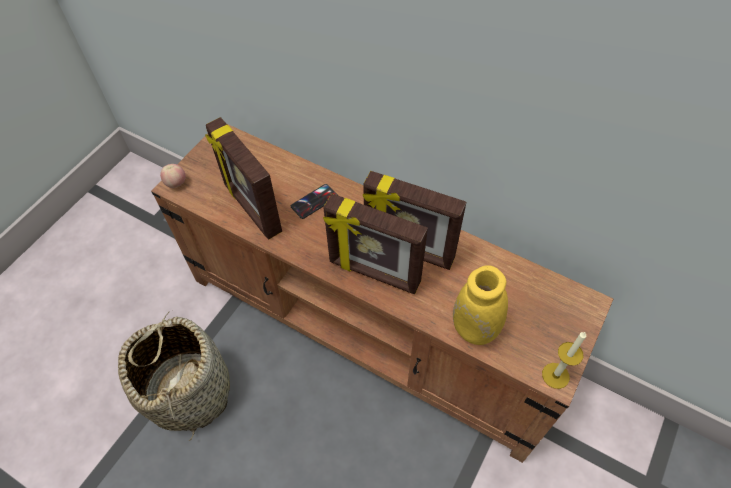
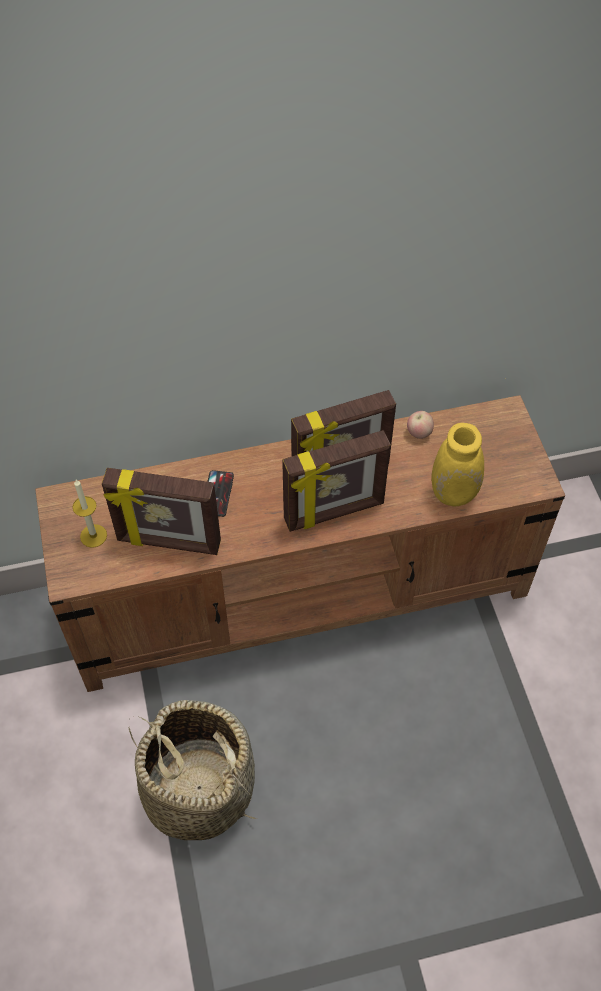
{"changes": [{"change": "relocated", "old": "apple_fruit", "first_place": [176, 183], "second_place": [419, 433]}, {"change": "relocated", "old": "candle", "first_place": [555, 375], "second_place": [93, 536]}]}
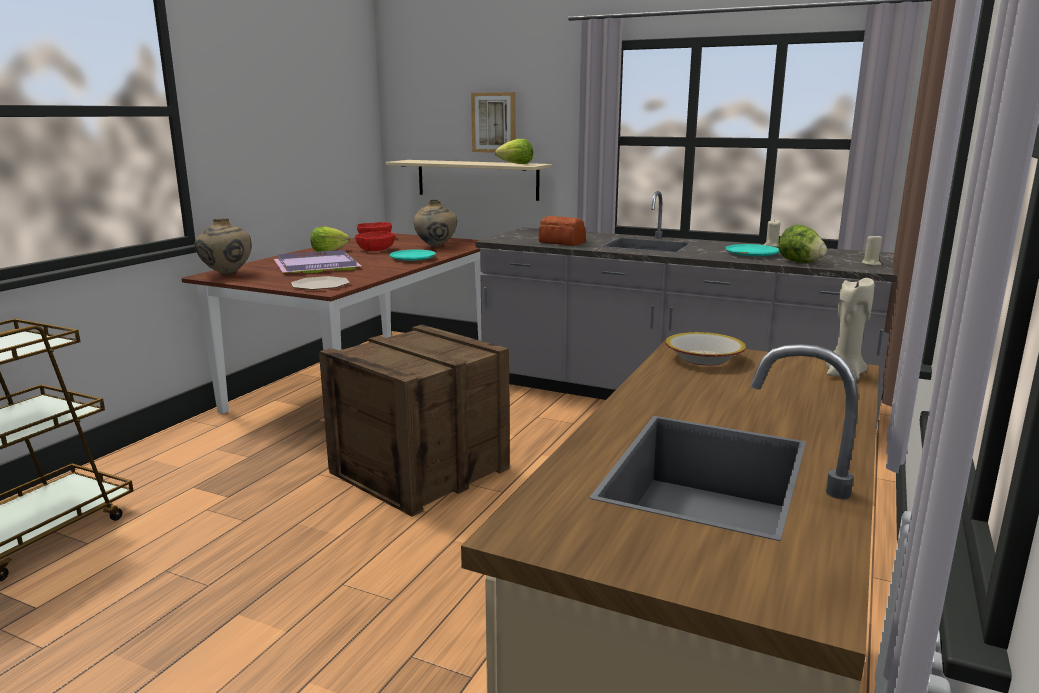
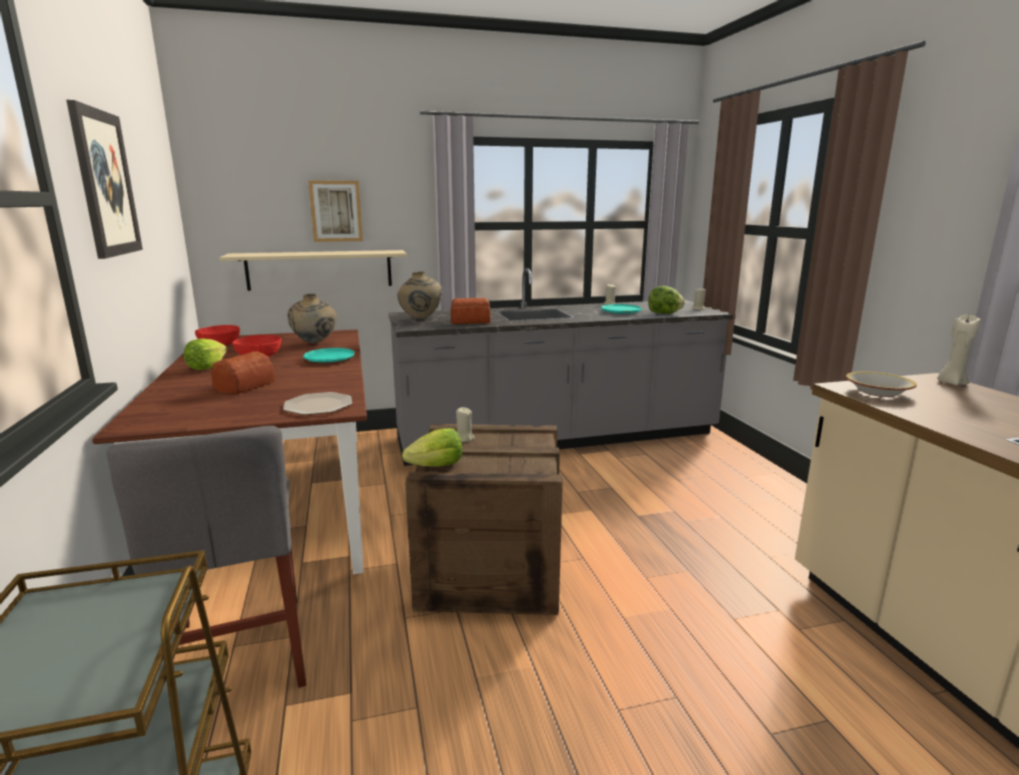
{"changes": [{"change": "relocated", "old": "head_of_lettuce", "first_place": [516, 163], "second_place": [437, 466]}, {"change": "relocated", "old": "beige-coloured_decorative_vase", "first_place": [226, 274], "second_place": [420, 319]}, {"change": "exchanged", "old": "purple_tray", "new": "bakery_bread", "first_place": [315, 266], "second_place": [243, 386]}, {"change": "appeared", "new": "wall_picture", "second_place": [105, 183]}, {"change": "appeared", "new": "beige-coloured_candle", "second_place": [464, 438]}, {"change": "appeared", "new": "gray_chair", "second_place": [239, 653]}]}
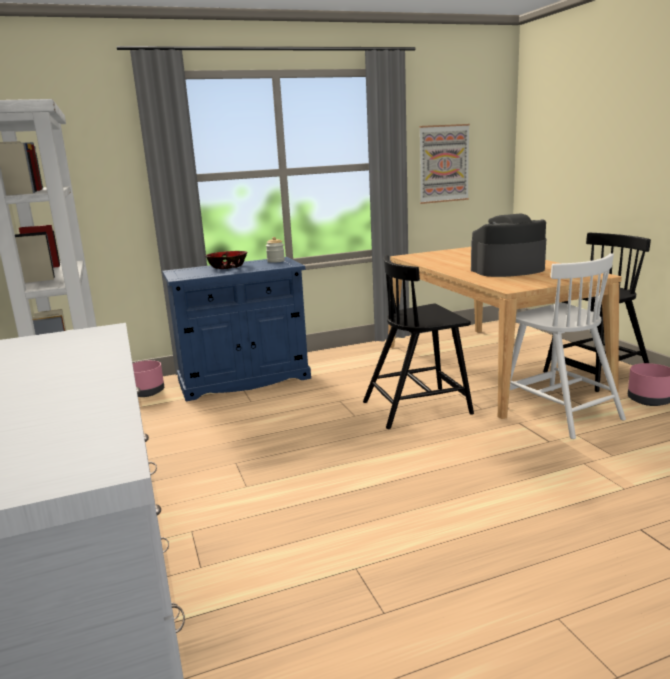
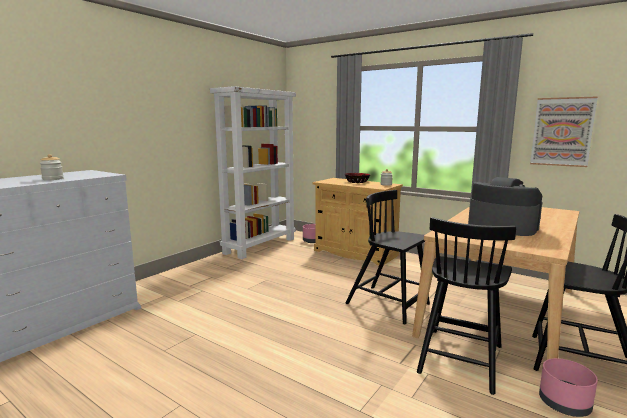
{"changes": [{"change": "colour", "old": "white-coloured_chair", "new": "black_chair", "first_place": [558, 411], "second_place": [460, 357]}, {"change": "colour", "old": "bluish_storage_cabinet", "new": "beige-coloured_storage_cabinet", "first_place": [244, 380], "second_place": [355, 253]}, {"change": "appeared", "new": "preserve_jar", "second_place": [53, 179]}]}
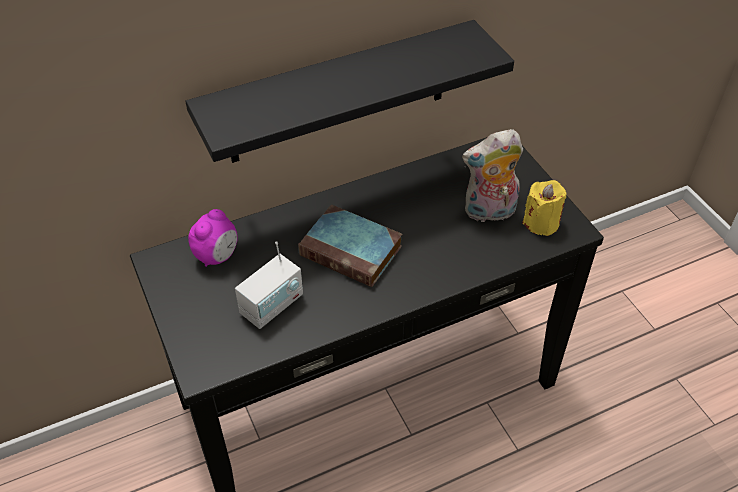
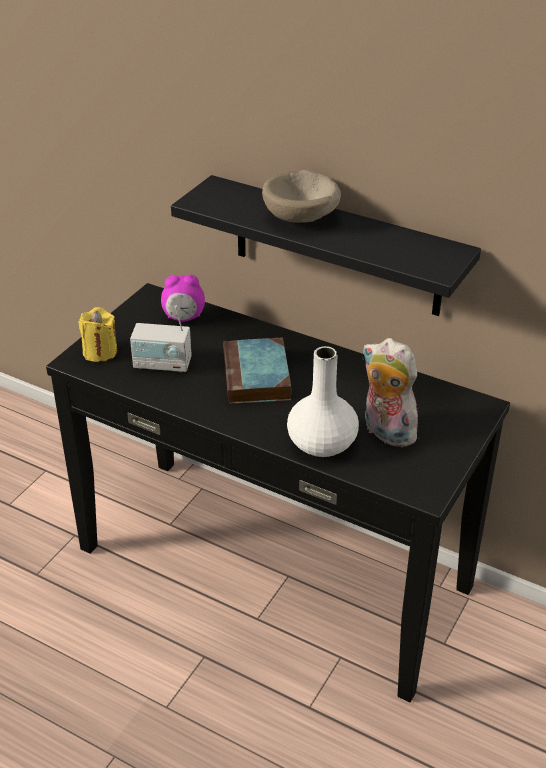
{"changes": [{"change": "relocated", "old": "yellow_candle", "first_place": [541, 222], "second_place": [100, 352]}, {"change": "appeared", "new": "beige-coloured_deep_dish", "second_place": [302, 219]}, {"change": "appeared", "new": "white-coloured_decorative_vase", "second_place": [321, 444]}]}
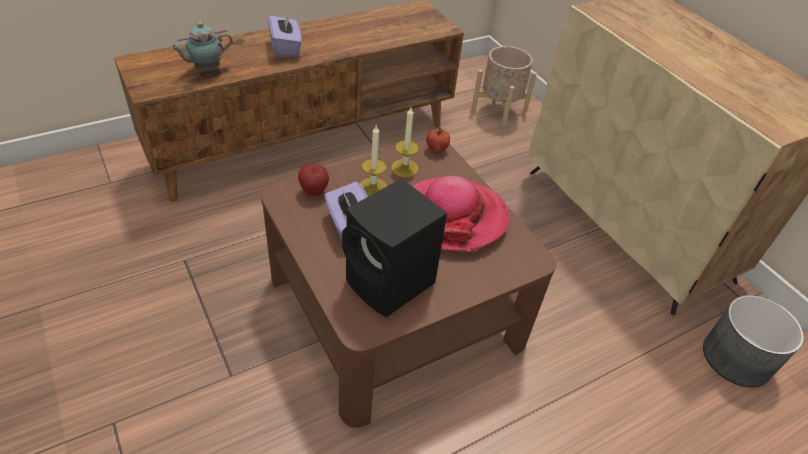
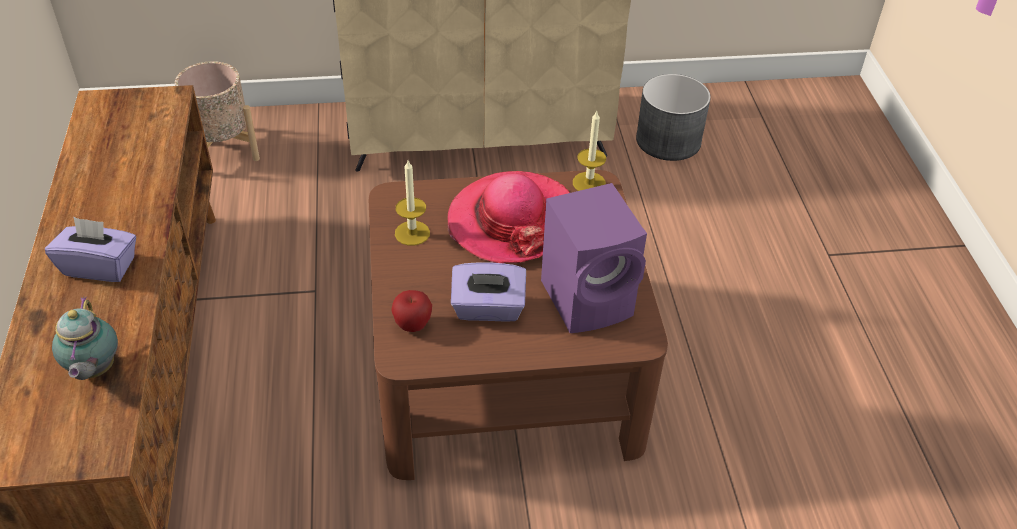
{"changes": [{"change": "relocated", "old": "candle", "first_place": [373, 187], "second_place": [589, 183]}, {"change": "missing", "old": "apple_fruit", "first_place": [436, 149]}, {"change": "colour", "old": "black_speaker", "new": "purple_speaker", "first_place": [391, 284], "second_place": [590, 299]}]}
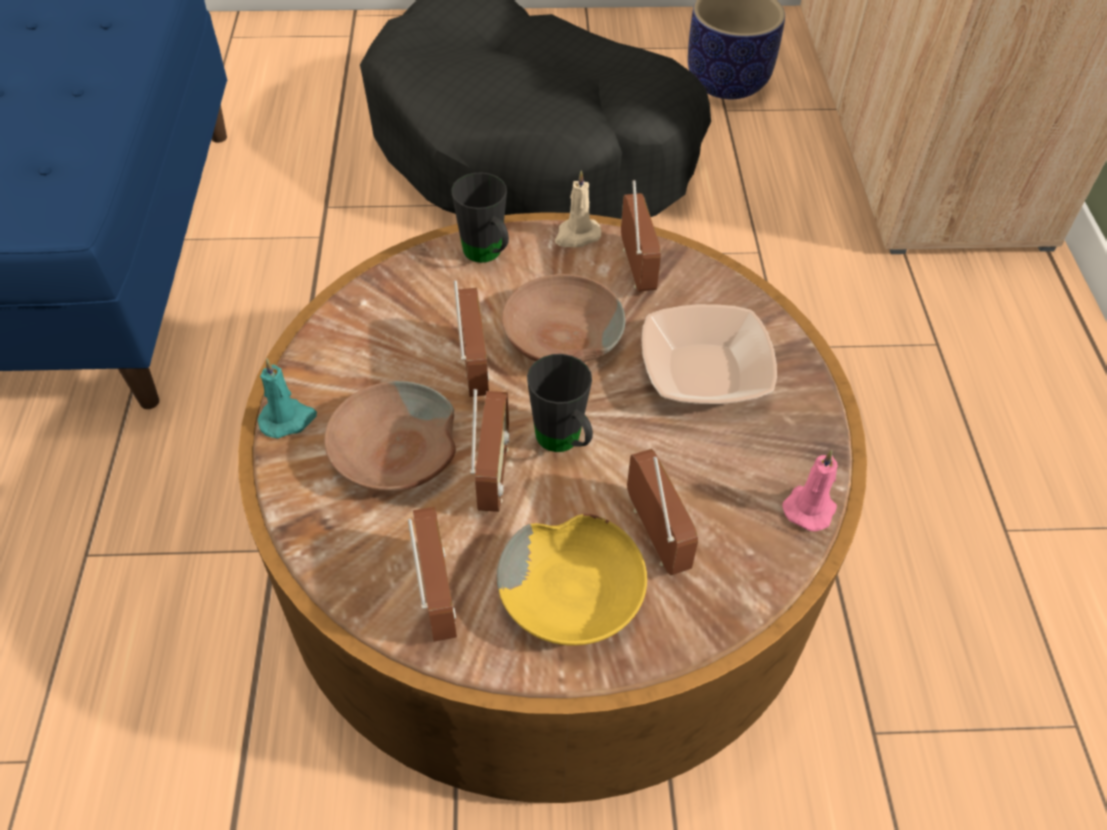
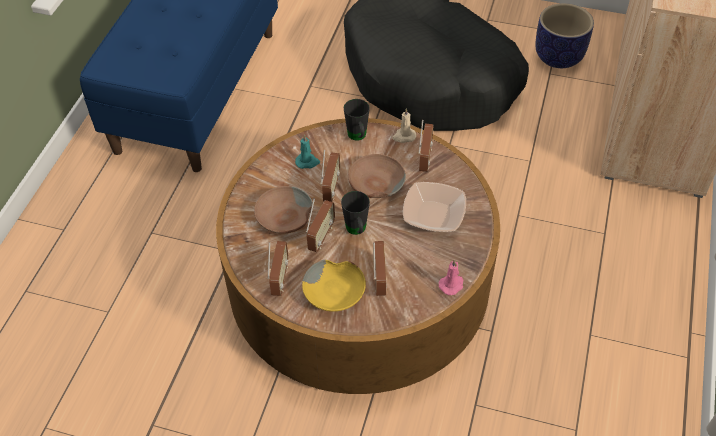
{"changes": [{"change": "relocated", "old": "turquoise-coloured_candle", "first_place": [288, 419], "second_place": [307, 162]}]}
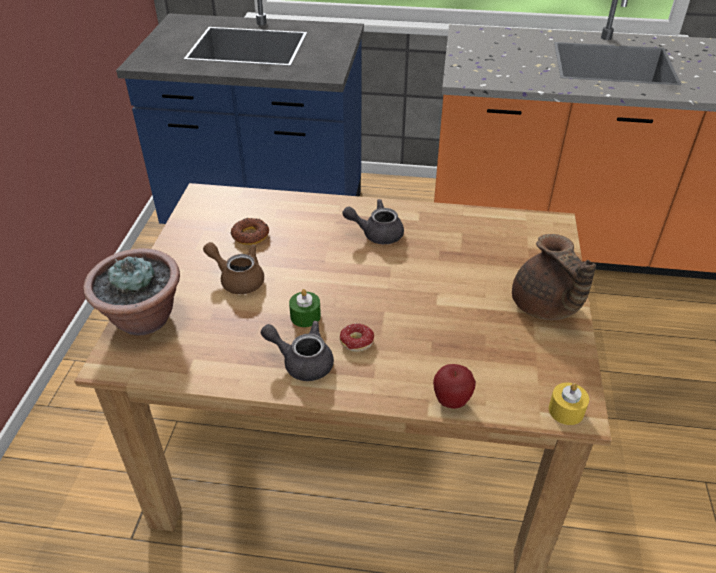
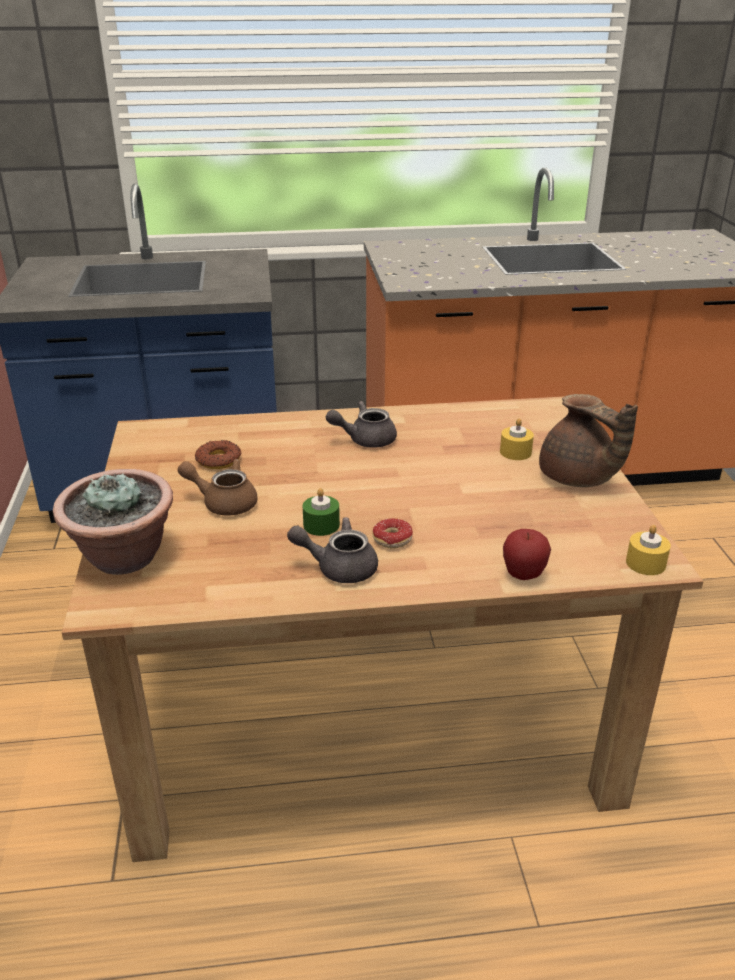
{"changes": [{"change": "appeared", "new": "yellow_candle", "second_place": [515, 452]}]}
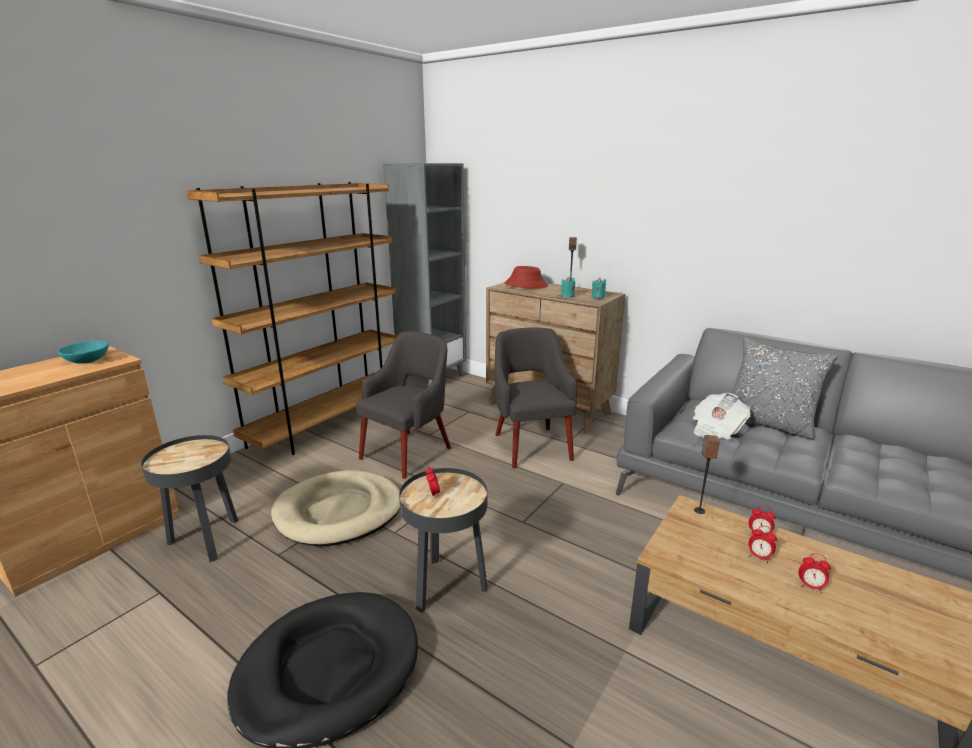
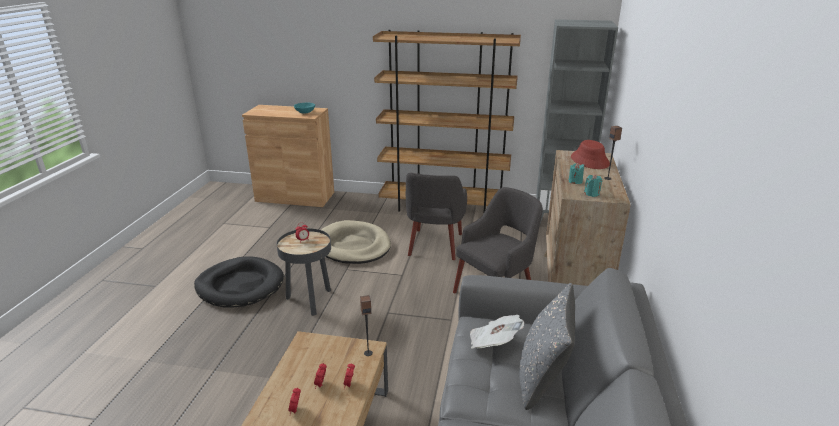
{"changes": [{"change": "spun", "old": "gray_armchair", "first_place": [407, 452], "second_place": [435, 245], "degrees": 90}, {"change": "missing", "old": "black_accent_table", "first_place": [207, 540]}]}
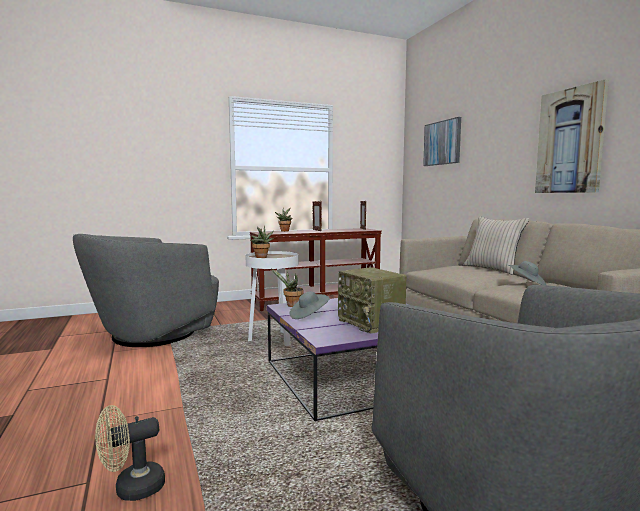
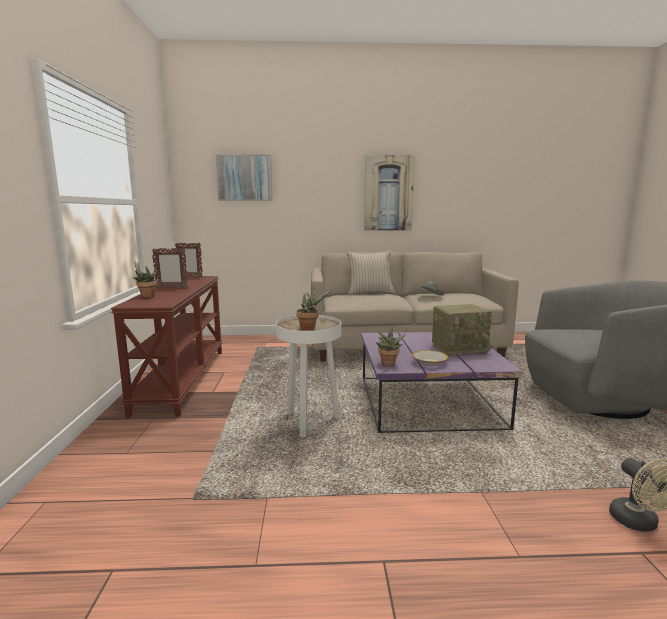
{"changes": [{"change": "missing", "old": "gray_armchair", "first_place": [152, 334]}, {"change": "exchanged", "old": "gray_wearable_hat", "new": "deep_dish", "first_place": [309, 315], "second_place": [429, 363]}]}
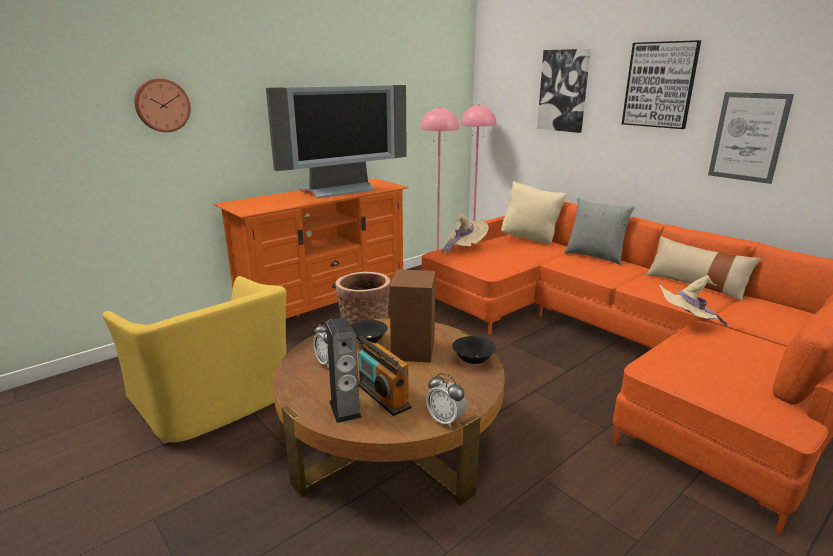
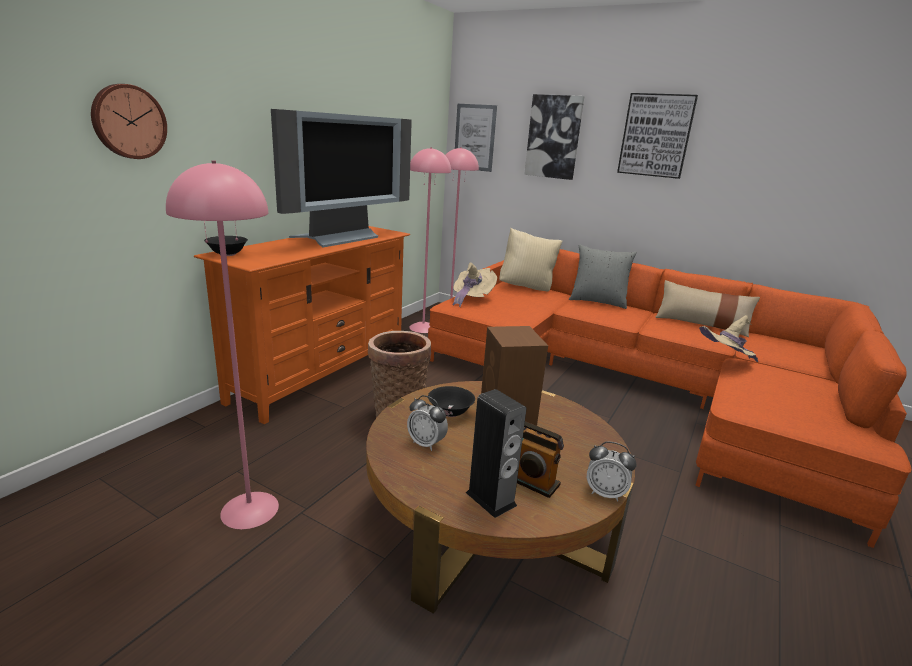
{"changes": [{"change": "relocated", "old": "wall_picture", "first_place": [748, 137], "second_place": [474, 137]}, {"change": "exchanged", "old": "yellow_armchair", "new": "pink_floor_lamp", "first_place": [215, 401], "second_place": [249, 510]}, {"change": "relocated", "old": "black_deep_dish", "first_place": [473, 360], "second_place": [227, 254]}]}
